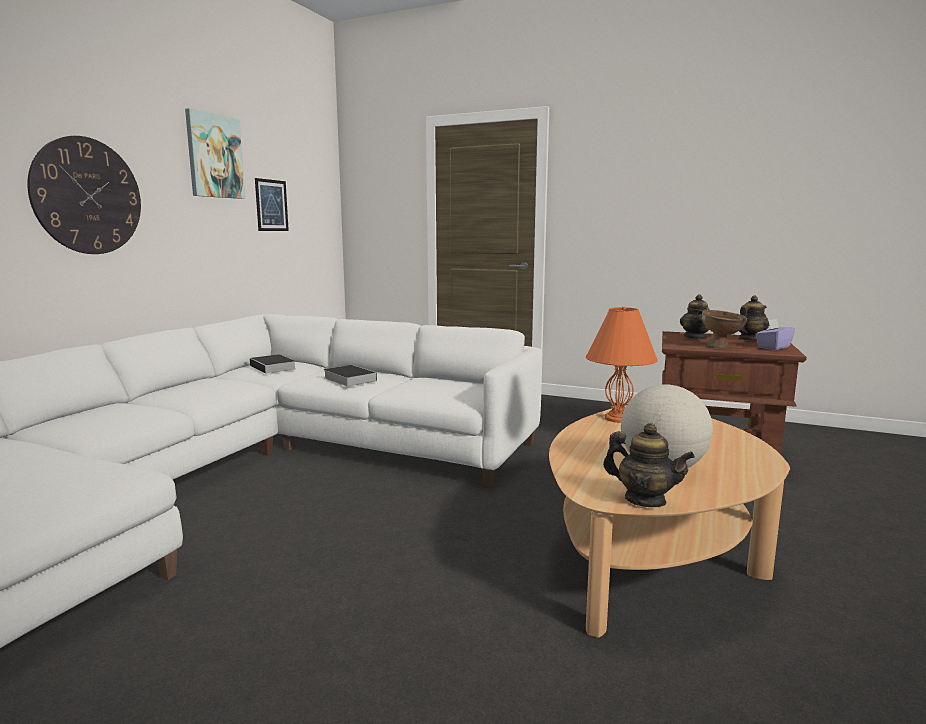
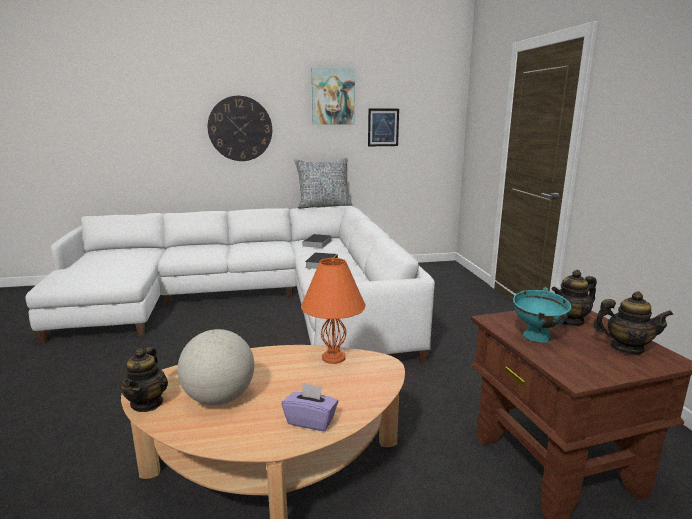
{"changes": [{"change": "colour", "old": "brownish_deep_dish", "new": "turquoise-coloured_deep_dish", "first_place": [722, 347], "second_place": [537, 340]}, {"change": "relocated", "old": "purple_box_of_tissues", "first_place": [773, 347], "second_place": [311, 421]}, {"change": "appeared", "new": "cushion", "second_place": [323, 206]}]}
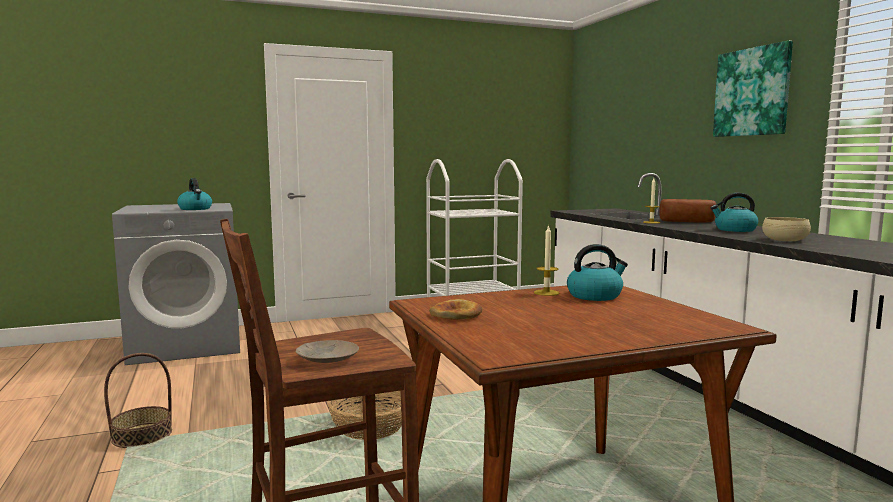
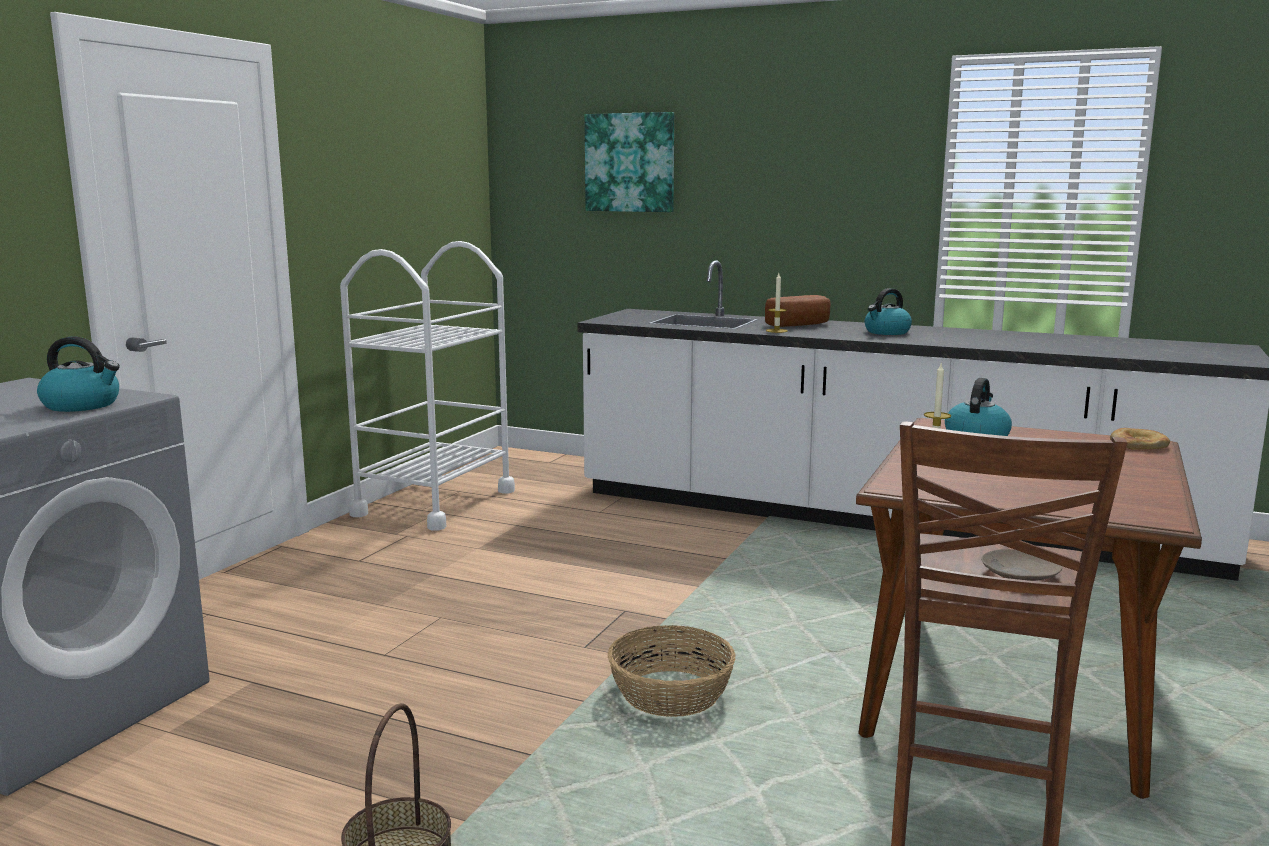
{"changes": [{"change": "relocated", "old": "wall_picture", "first_place": [752, 92], "second_place": [630, 162]}, {"change": "missing", "old": "beige-coloured_deep_dish", "first_place": [784, 239]}, {"change": "relocated", "old": "bakery_bread", "first_place": [457, 314], "second_place": [1138, 444]}]}
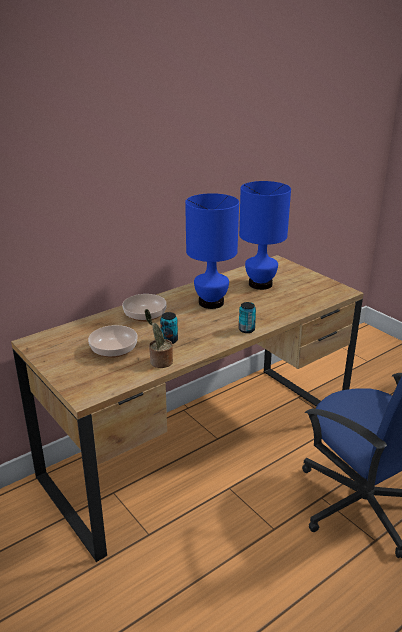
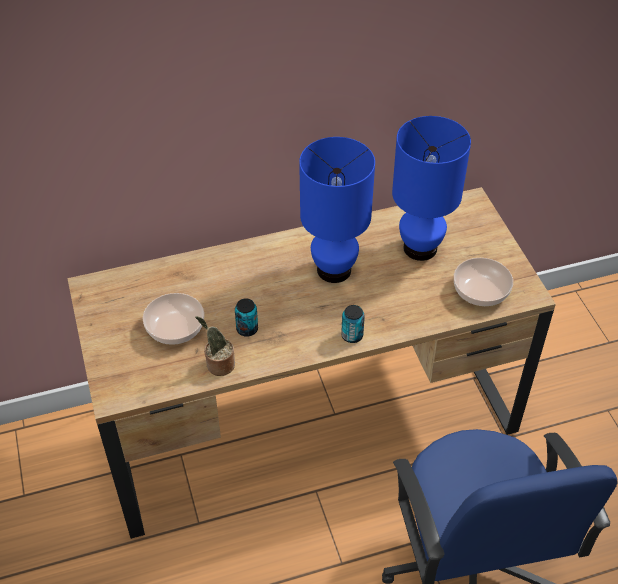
{"changes": [{"change": "relocated", "old": "deep_dish", "first_place": [144, 315], "second_place": [480, 291]}]}
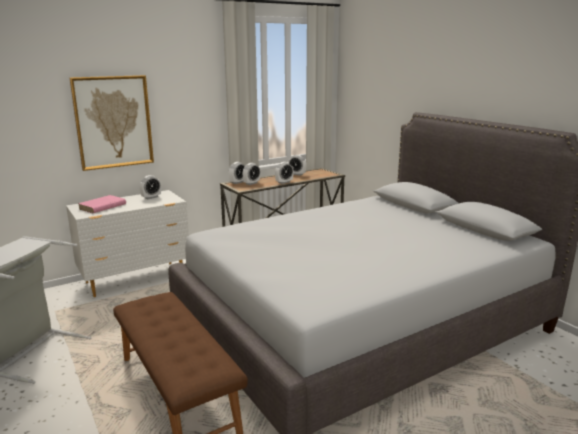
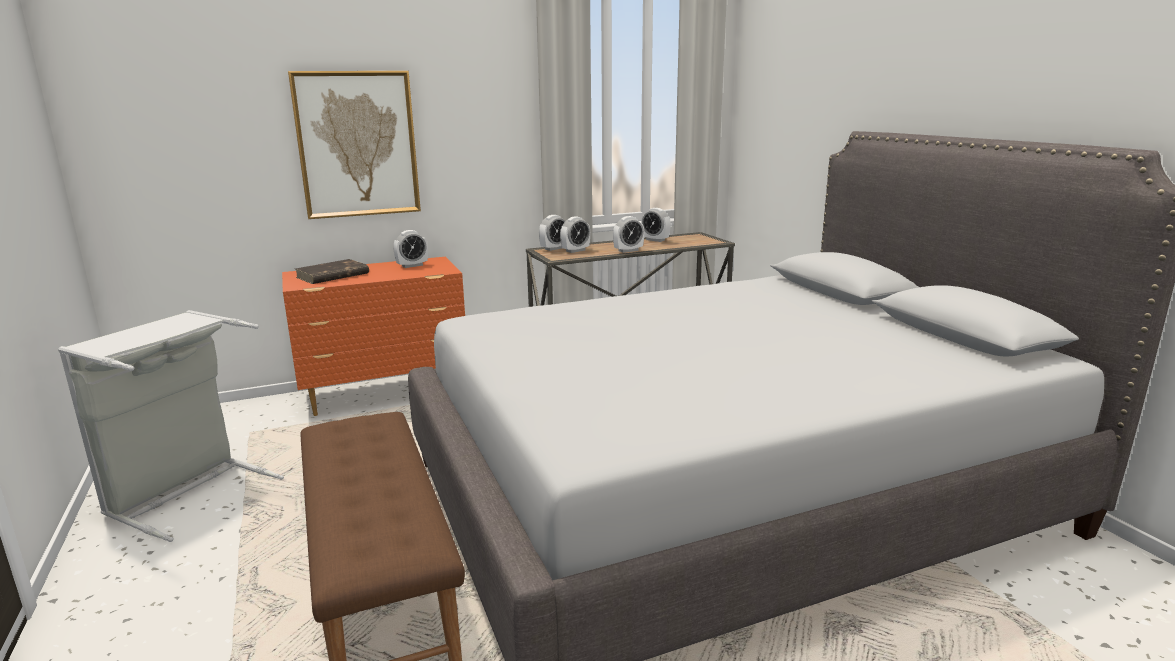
{"changes": [{"change": "colour", "old": "white-coloured_dresser", "new": "orange_dresser", "first_place": [136, 279], "second_place": [386, 393]}, {"change": "colour", "old": "pink_book", "new": "brownish_book", "first_place": [102, 207], "second_place": [332, 276]}]}
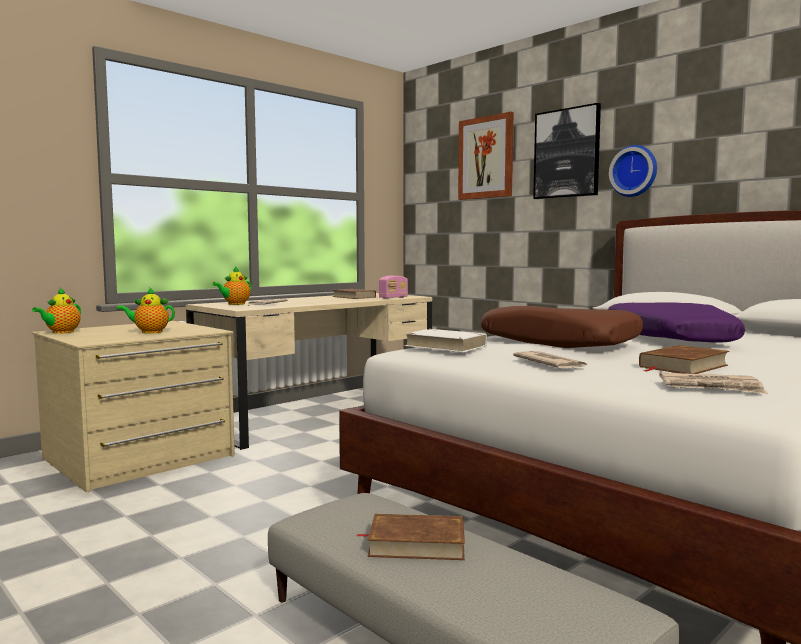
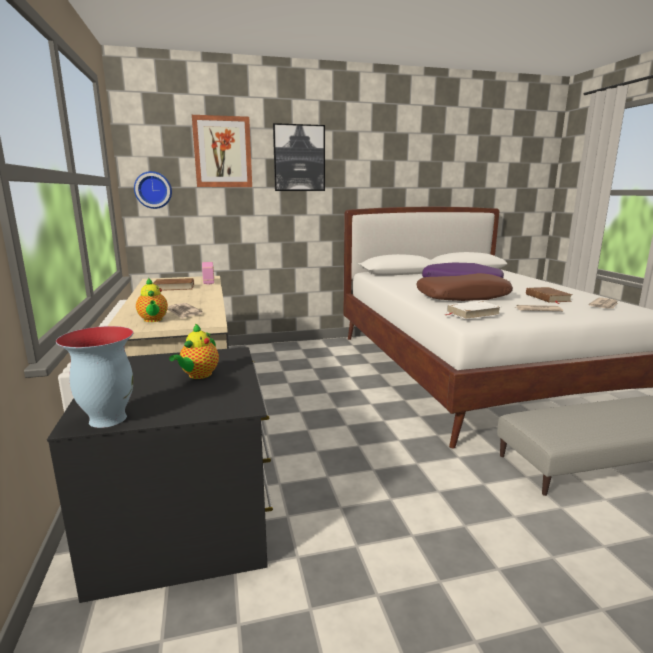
{"changes": [{"change": "relocated", "old": "hanging_clock", "first_place": [634, 171], "second_place": [153, 190]}, {"change": "exchanged", "old": "teapot", "new": "decorative_vase", "first_place": [61, 332], "second_place": [106, 419]}, {"change": "colour", "old": "beige-coloured_dresser", "new": "black_dresser", "first_place": [139, 457], "second_place": [186, 518]}, {"change": "missing", "old": "brownish_book", "first_place": [416, 543]}]}
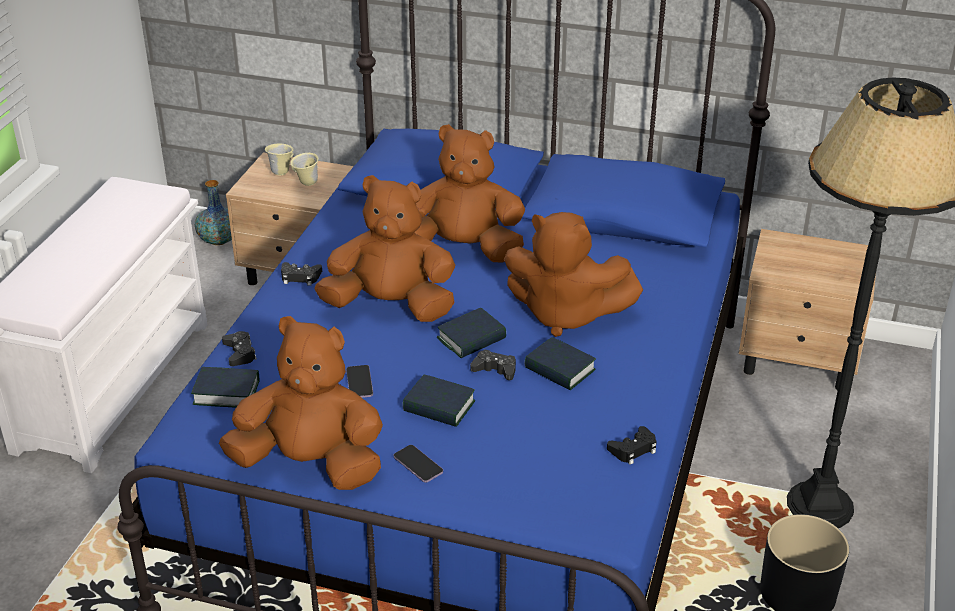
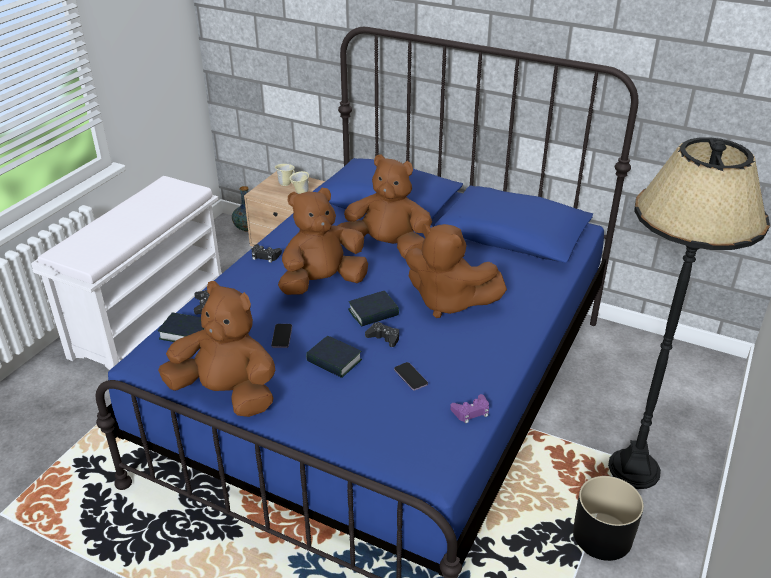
{"changes": [{"change": "spun", "old": "brownish_soft_toy", "first_place": [391, 306], "second_place": [322, 283], "degrees": -45}, {"change": "missing", "old": "beige-coloured_bedside_table", "first_place": [799, 360]}, {"change": "missing", "old": "book", "first_place": [560, 369]}, {"change": "colour", "old": "black_gamepad", "new": "purple_gamepad", "first_place": [633, 450], "second_place": [471, 412]}, {"change": "relocated", "old": "handset", "first_place": [418, 465], "second_place": [410, 377]}]}
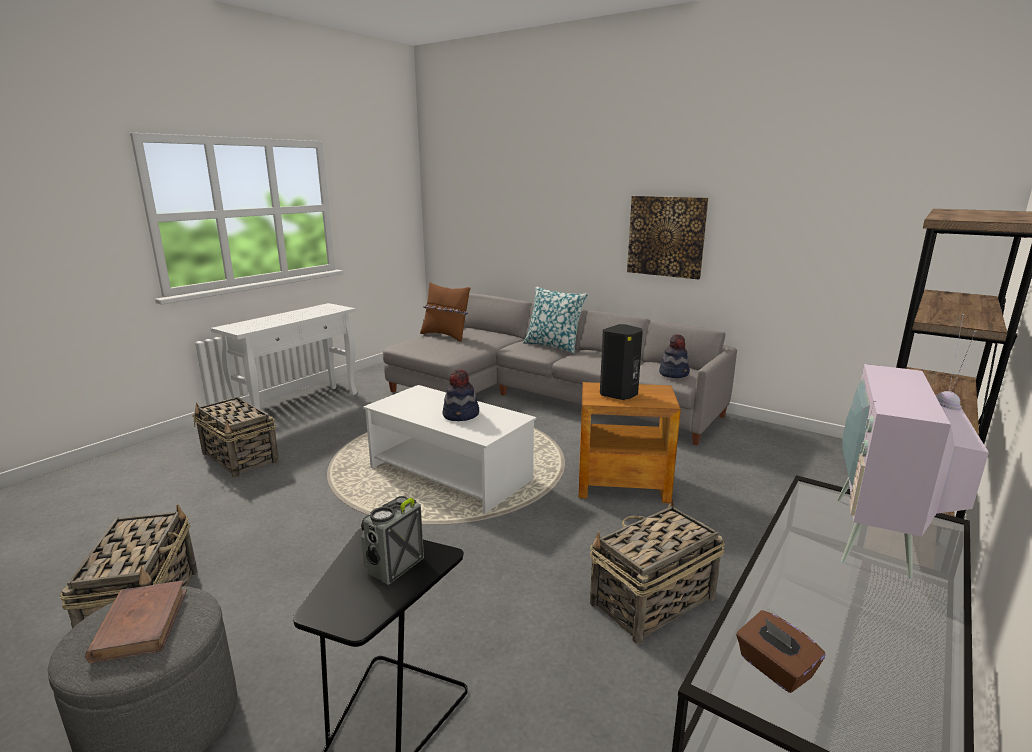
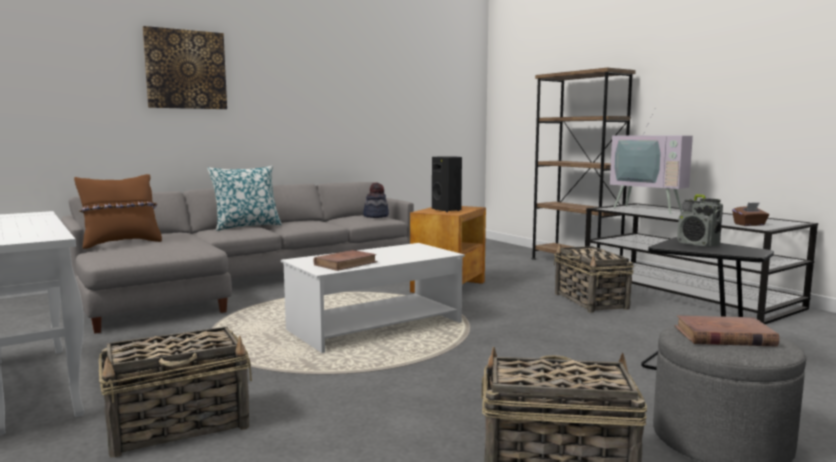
{"changes": [{"change": "relocated", "old": "wall_picture", "first_place": [666, 236], "second_place": [186, 69]}, {"change": "missing", "old": "wearable_hat", "first_place": [461, 415]}, {"change": "appeared", "new": "brownish_book", "second_place": [345, 263]}]}
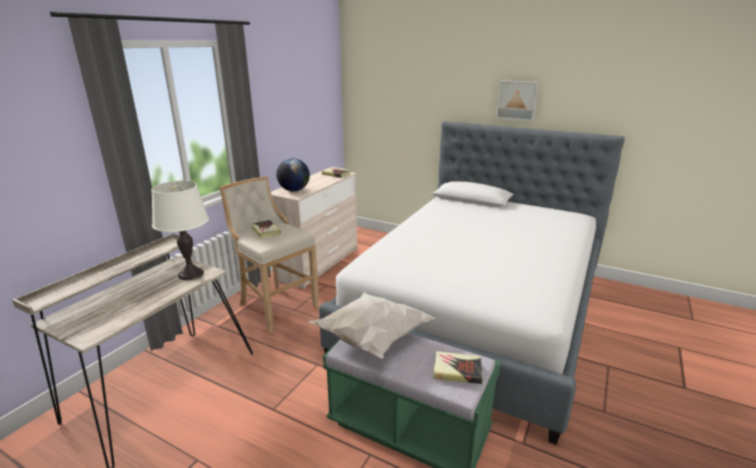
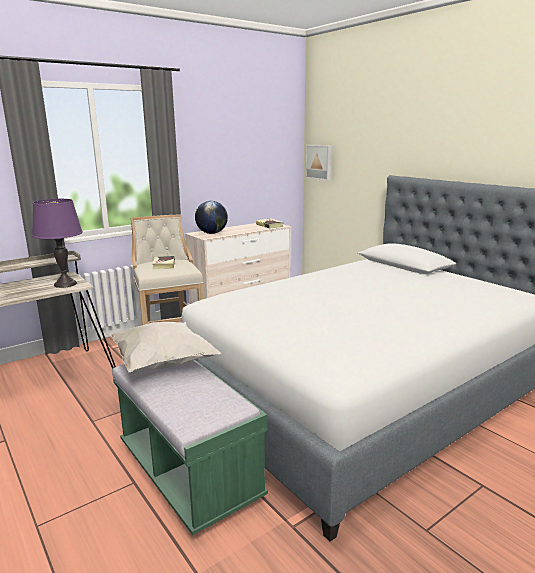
{"changes": [{"change": "relocated", "old": "wall_picture", "first_place": [517, 100], "second_place": [319, 162]}, {"change": "colour", "old": "white-coloured_lamp_for_a_table", "new": "purple_lamp_for_a_table", "first_place": [191, 274], "second_place": [65, 284]}, {"change": "missing", "old": "book", "first_place": [457, 371]}]}
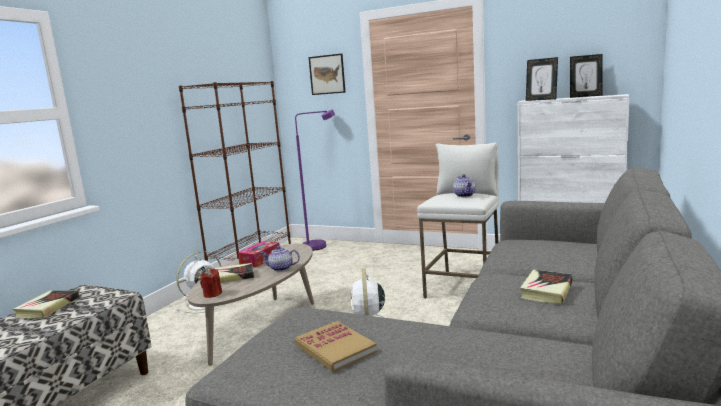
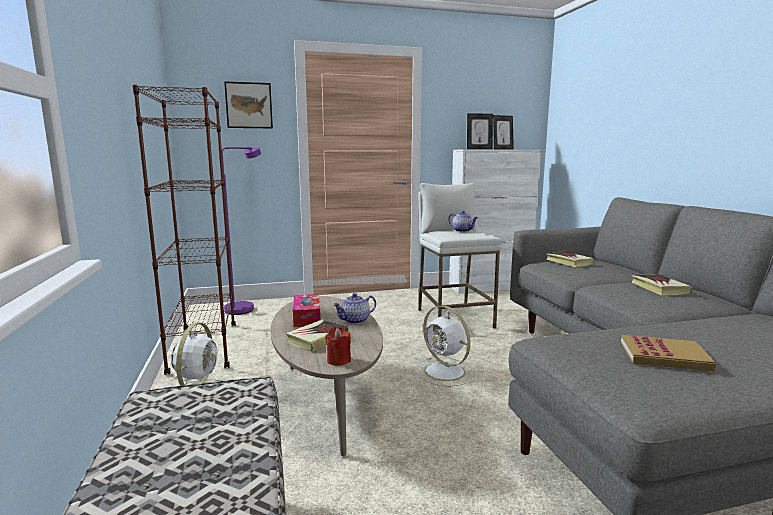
{"changes": [{"change": "relocated", "old": "book", "first_place": [48, 307], "second_place": [569, 262]}]}
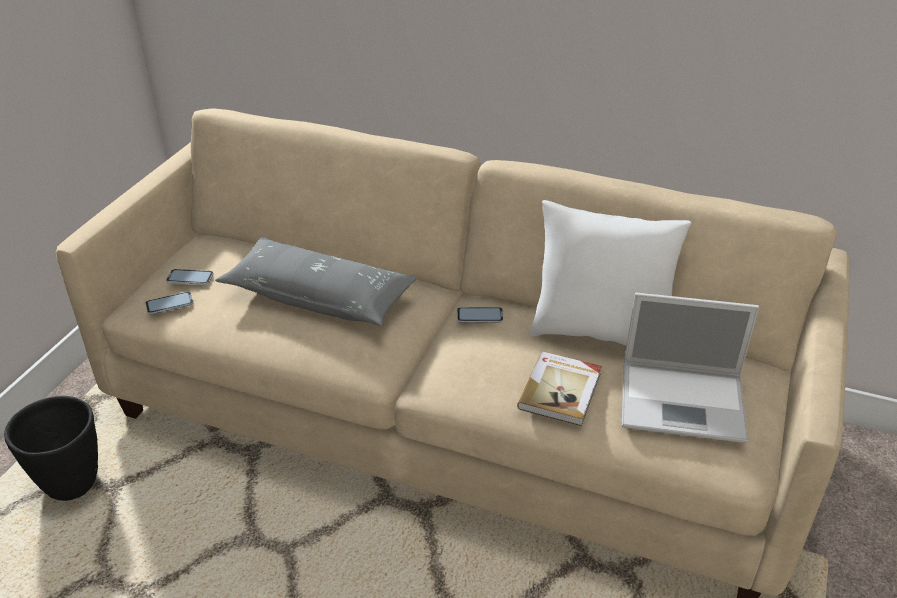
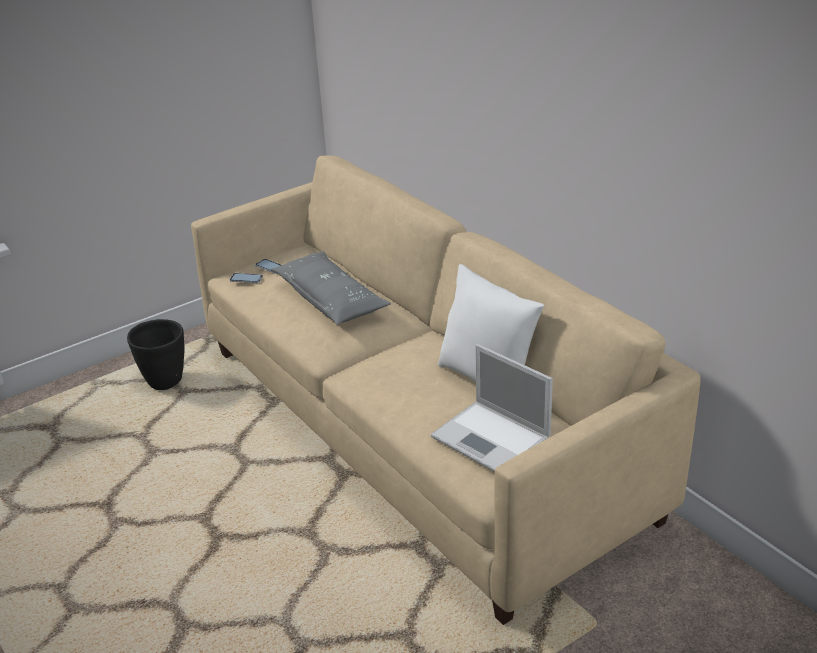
{"changes": [{"change": "missing", "old": "handset", "first_place": [480, 315]}, {"change": "missing", "old": "book", "first_place": [561, 390]}]}
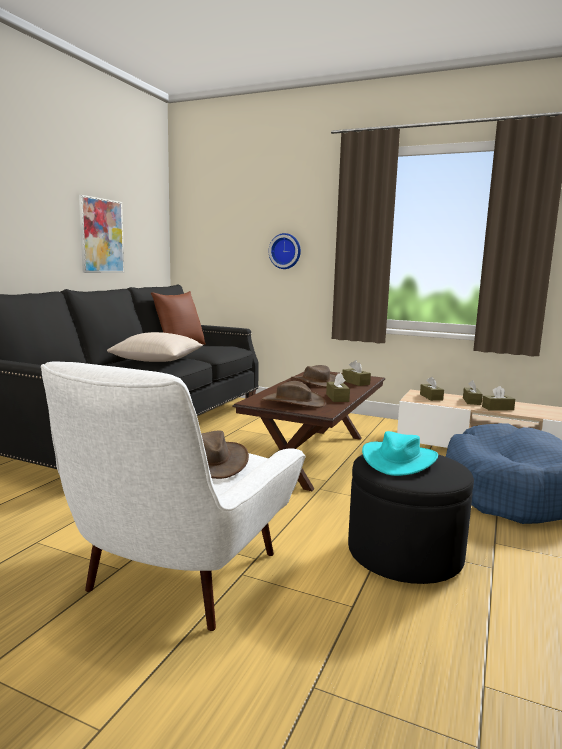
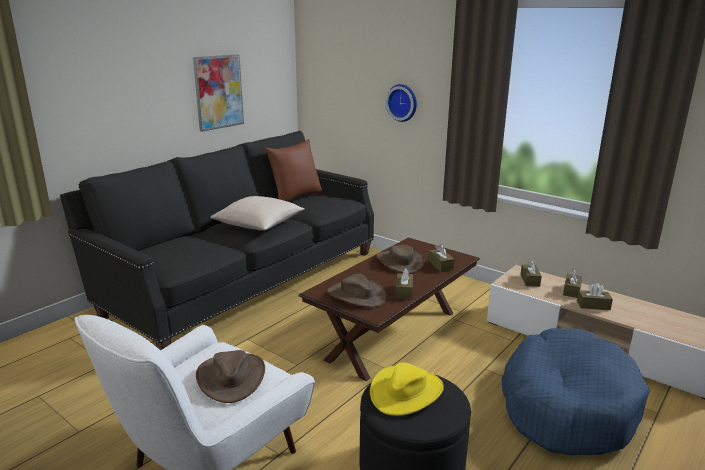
{"changes": [{"change": "colour", "old": "turquoise-coloured_wearable_hat", "new": "yellow_wearable_hat", "first_place": [398, 460], "second_place": [406, 391]}]}
